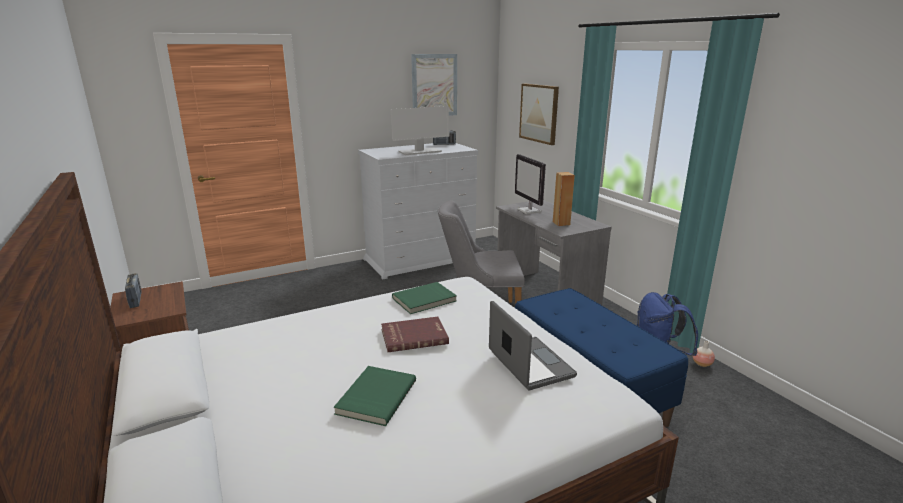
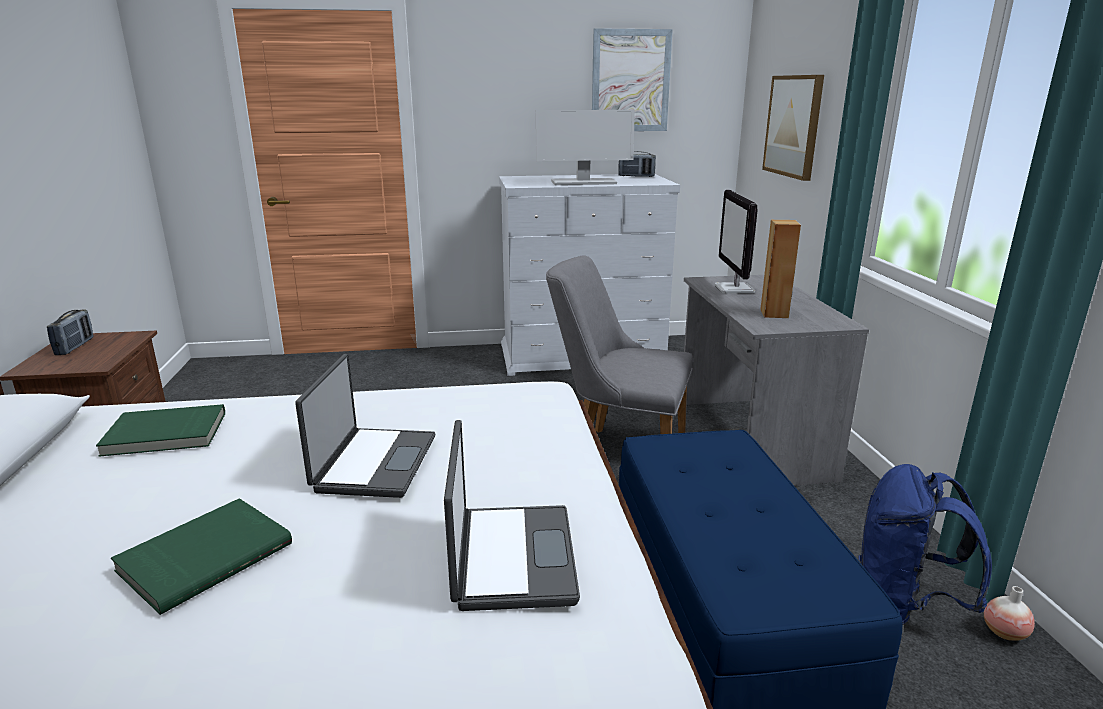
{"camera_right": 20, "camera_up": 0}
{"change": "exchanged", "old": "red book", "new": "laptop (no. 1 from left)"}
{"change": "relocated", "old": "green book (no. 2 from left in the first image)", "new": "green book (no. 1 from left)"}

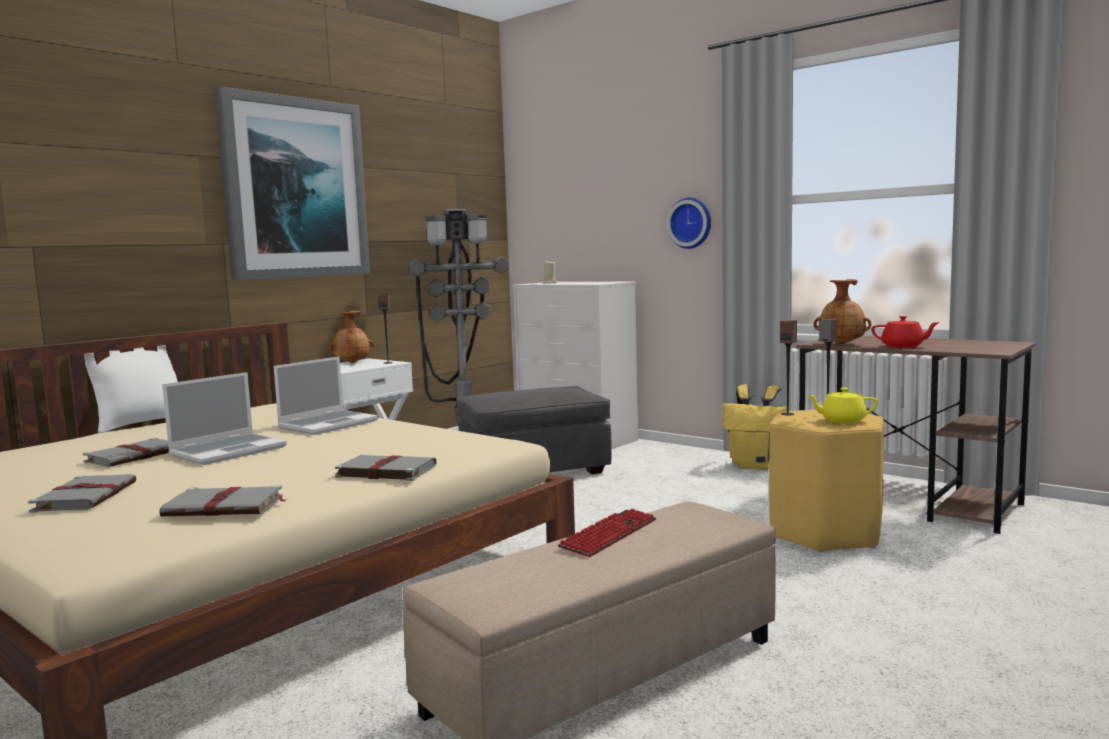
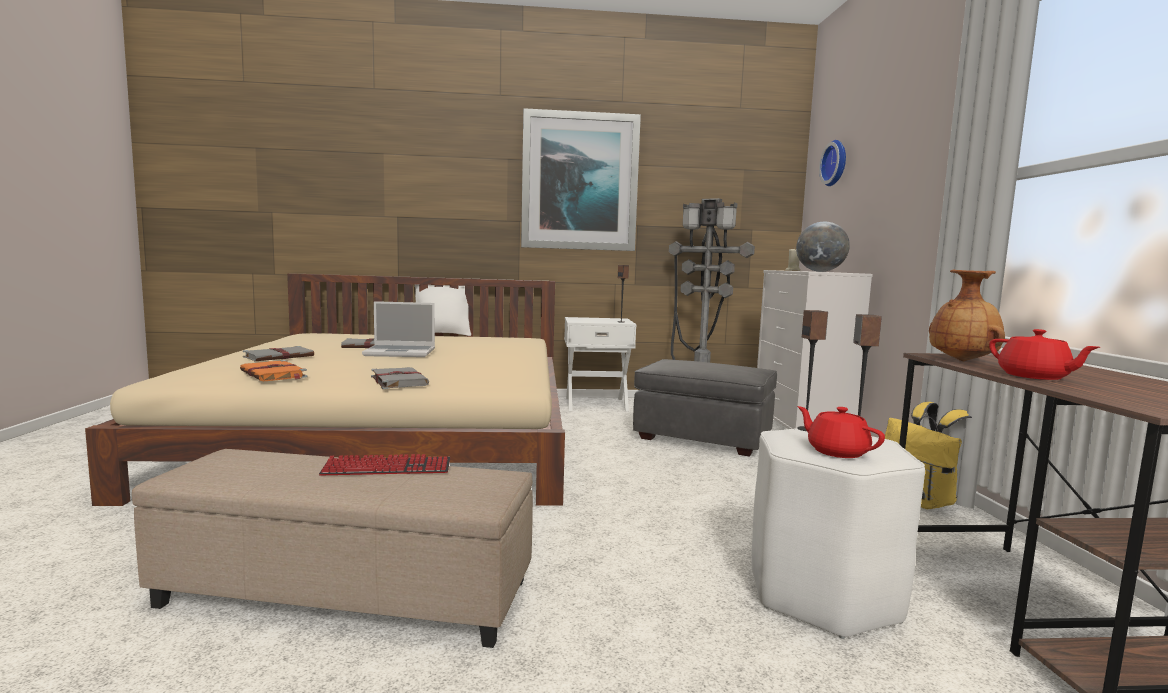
{"camera_right": 45, "camera_up": 0}
{"change": "colour", "old": "grey book (no. 3 from left)", "new": "orange book"}
{"change": "missing", "old": "laptop (no. 2 from left)"}
{"change": "missing", "old": "brown vase (no. 1 from left)"}
{"change": "relocated", "old": "wall clock"}
{"change": "colour", "old": "yellow stool", "new": "white stool"}
{"change": "colour", "old": "yellow teapot", "new": "red teapot (no. 1 from left)"}
{"change": "appeared", "new": "globe"}

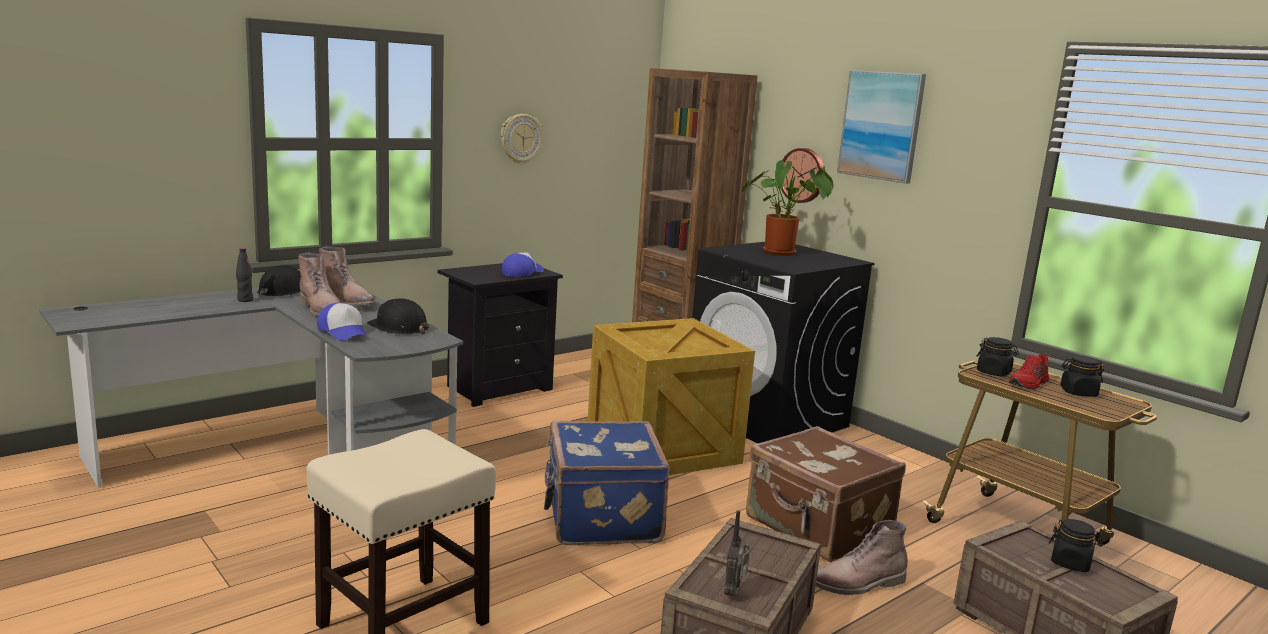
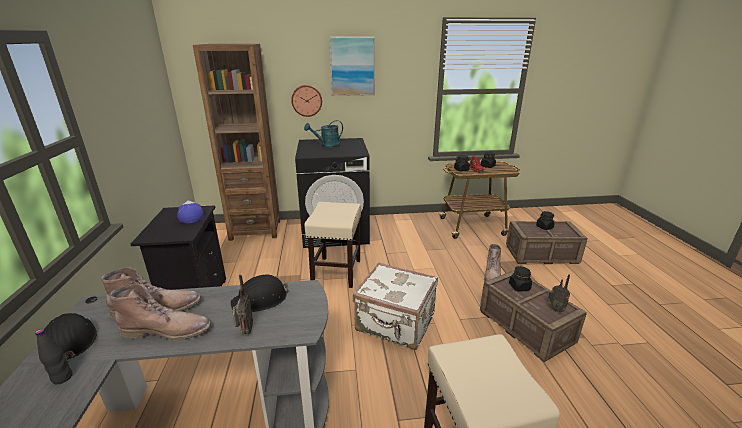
{"camera_right": -55, "camera_up": 10}
{"change": "exchanged", "old": "cap (no. 1 from left)", "new": "radio (no. 1 from left)"}
{"change": "missing", "old": "wall clock (no. 1 from left)"}
{"change": "colour", "old": "blue suitcase", "new": "white suitcase"}
{"change": "exchanged", "old": "crate (no. 1 from left)", "new": "beige stool (no. 1 from left)"}
{"change": "exchanged", "old": "potted plant", "new": "turquoise watering can"}
{"change": "missing", "old": "brown suitcase"}
{"change": "appeared", "new": "black jar (no. 3 from left)"}

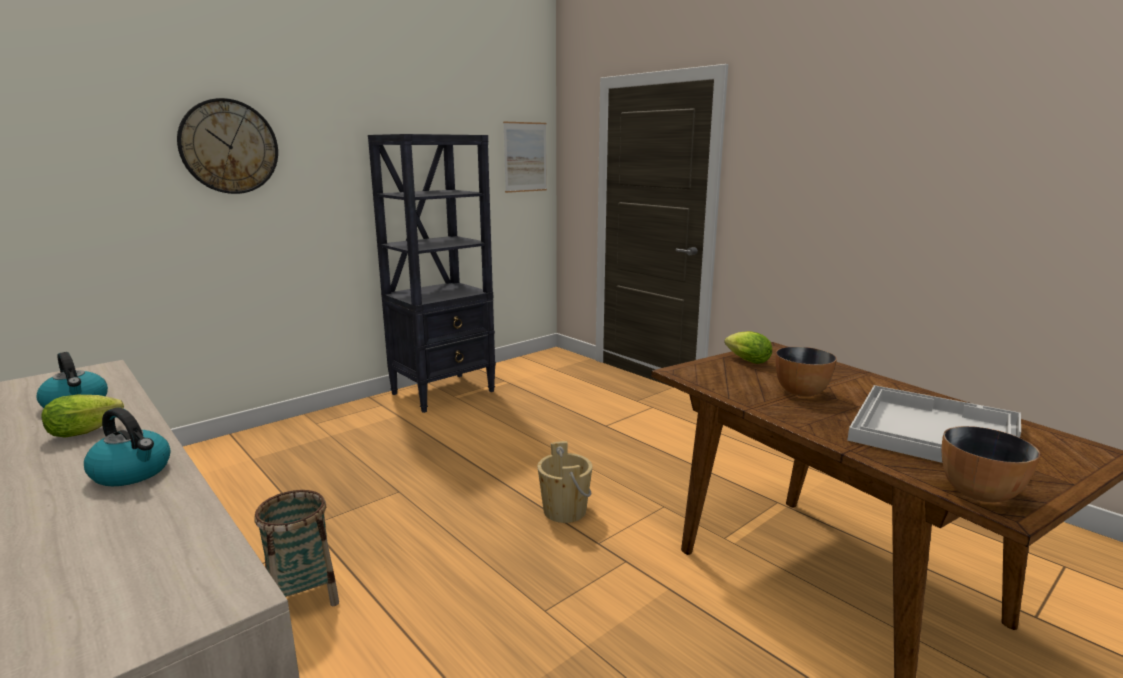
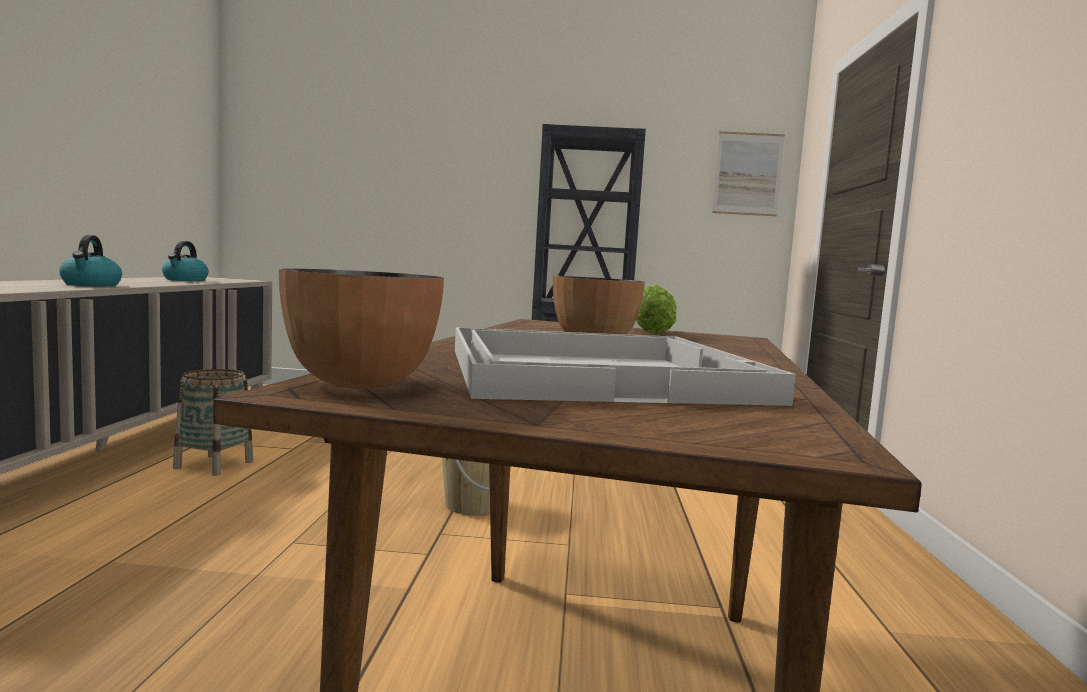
{"camera_right": 45, "camera_up": -10}
{"change": "missing", "old": "lettuce (no. 1 from left)"}
{"change": "missing", "old": "wall clock"}

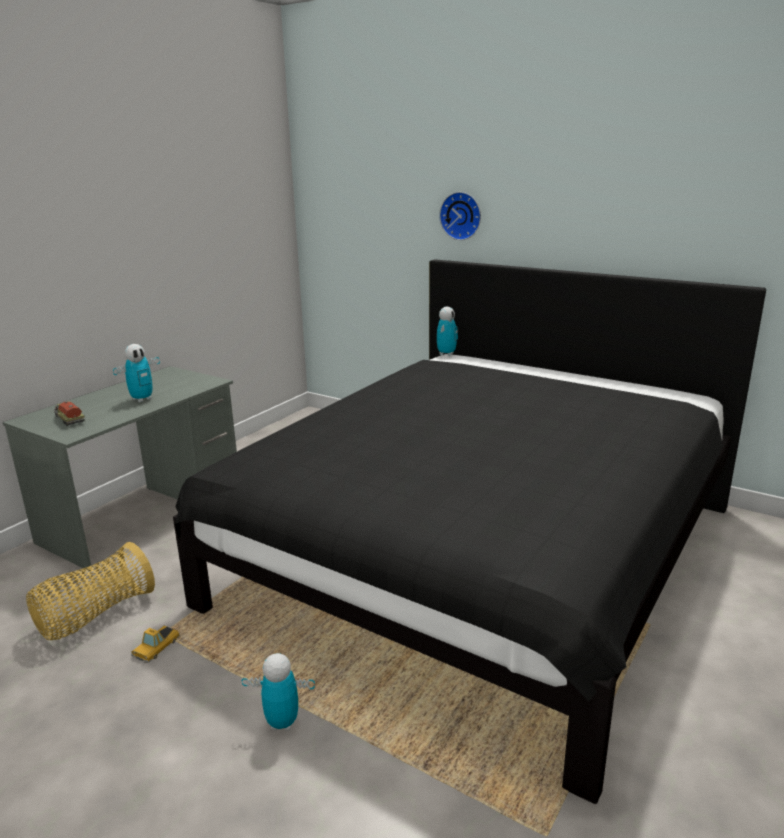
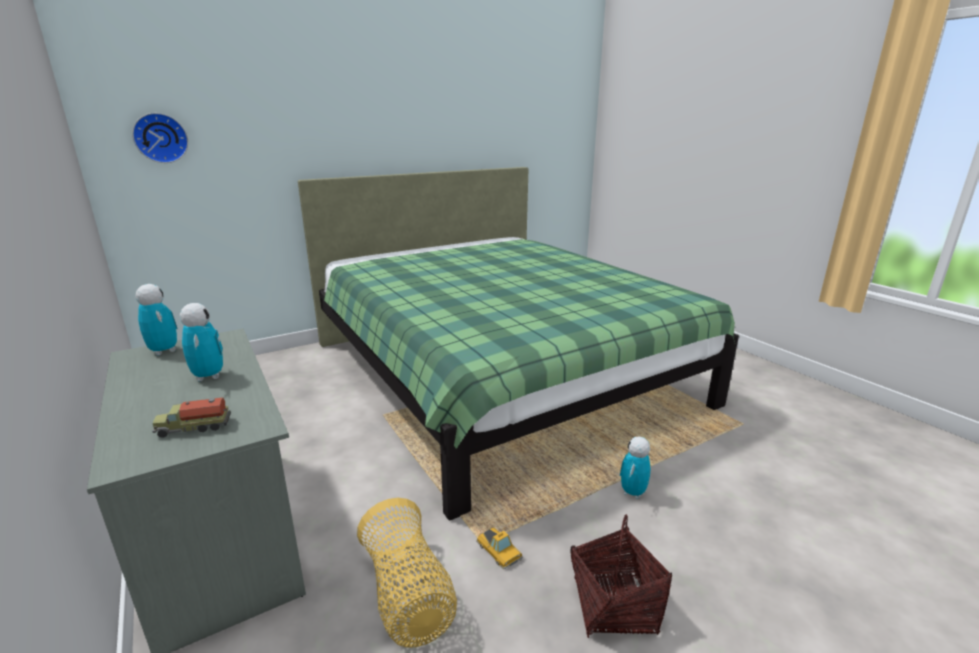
{"camera_right": -65, "camera_up": 0}
{"change": "colour", "old": "black bed", "new": "green bed"}
{"change": "relocated", "old": "toy robot (no. 3 from left in the first image)", "new": "toy robot (no. 1 from left)"}
{"change": "relocated", "old": "wall clock"}
{"change": "appeared", "new": "basket (no. 2 from left)"}

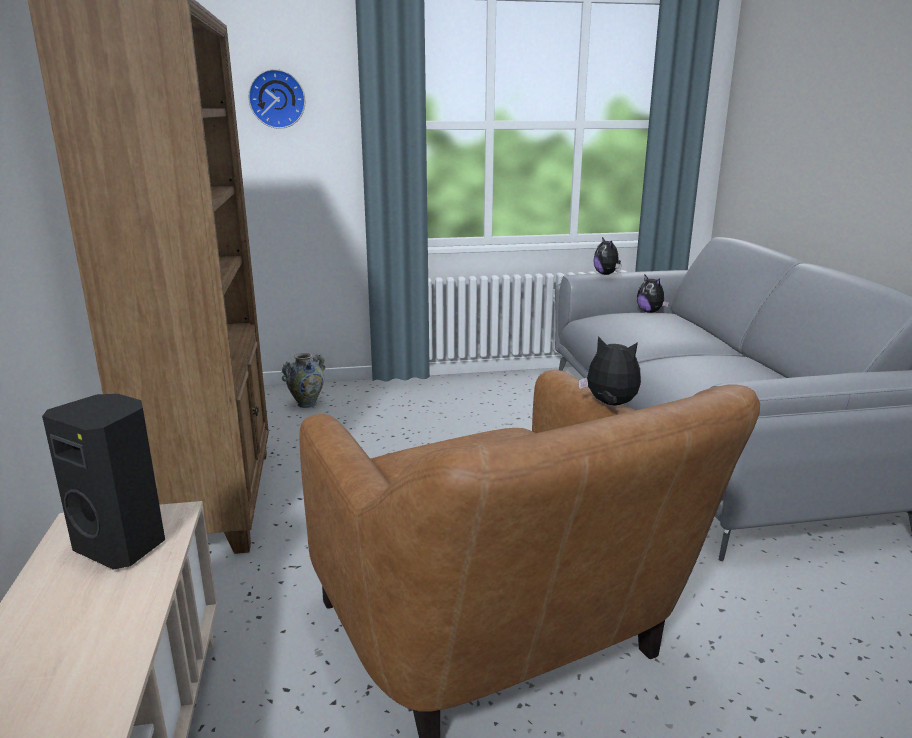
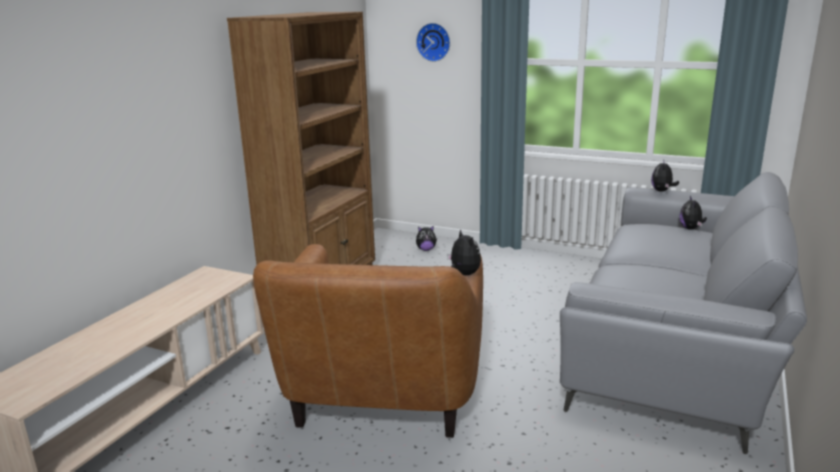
{"camera_right": 35, "camera_up": 0}
{"change": "missing", "old": "black speaker"}
{"change": "exchanged", "old": "vase", "new": "plush toy (no. 1 from left)"}

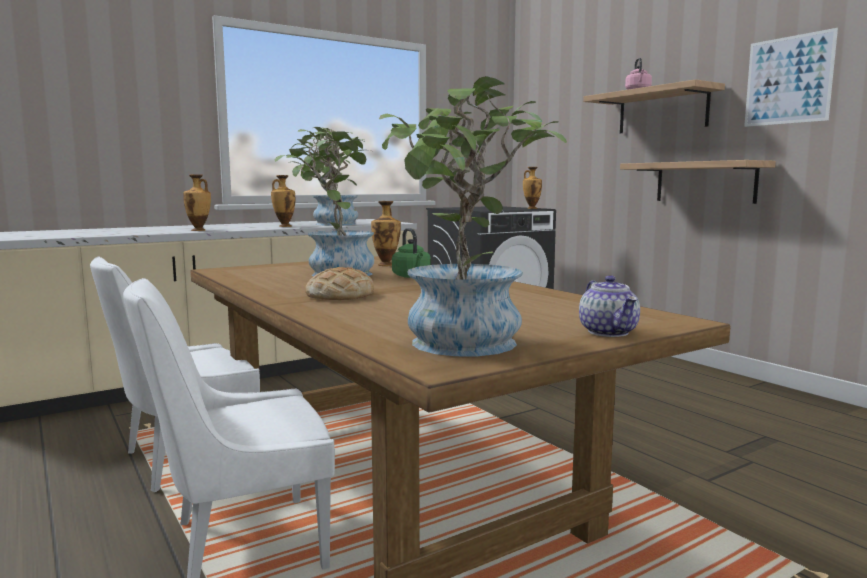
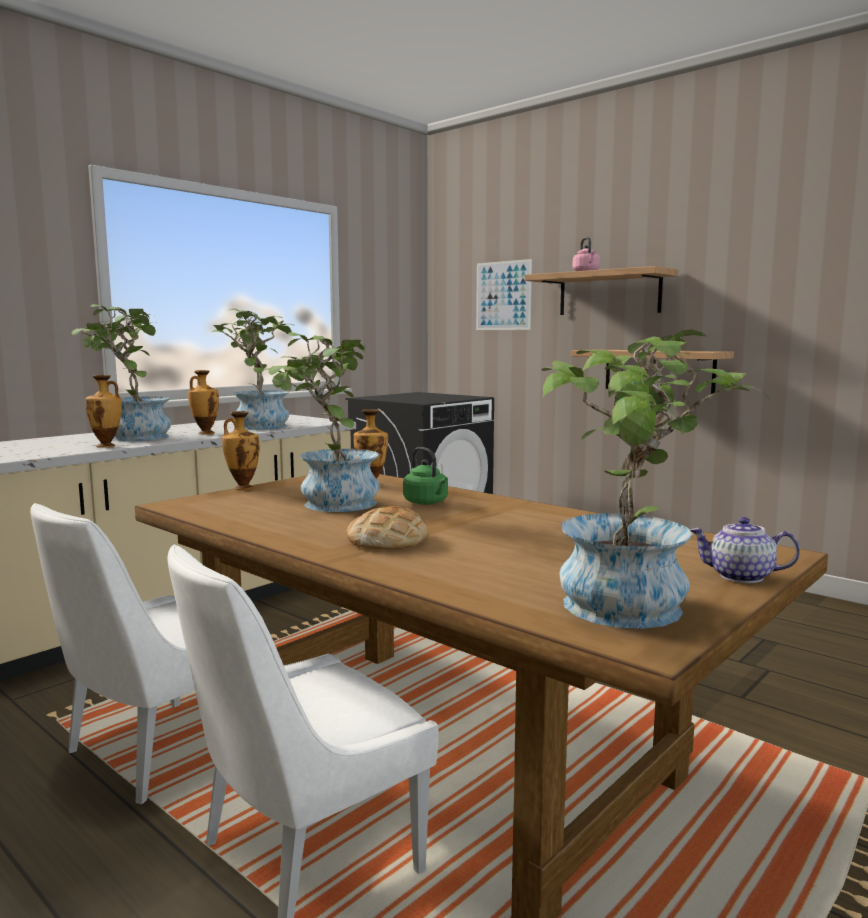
{"camera_right": -15, "camera_up": 0}
{"change": "relocated", "old": "vase (no. 4 from left in the first image)", "new": "vase (no. 3 from left)"}
{"change": "spun", "old": "teapot", "degrees": 135}
{"change": "relocated", "old": "picture"}
{"change": "appeared", "new": "potted plant (no. 1 from left)"}

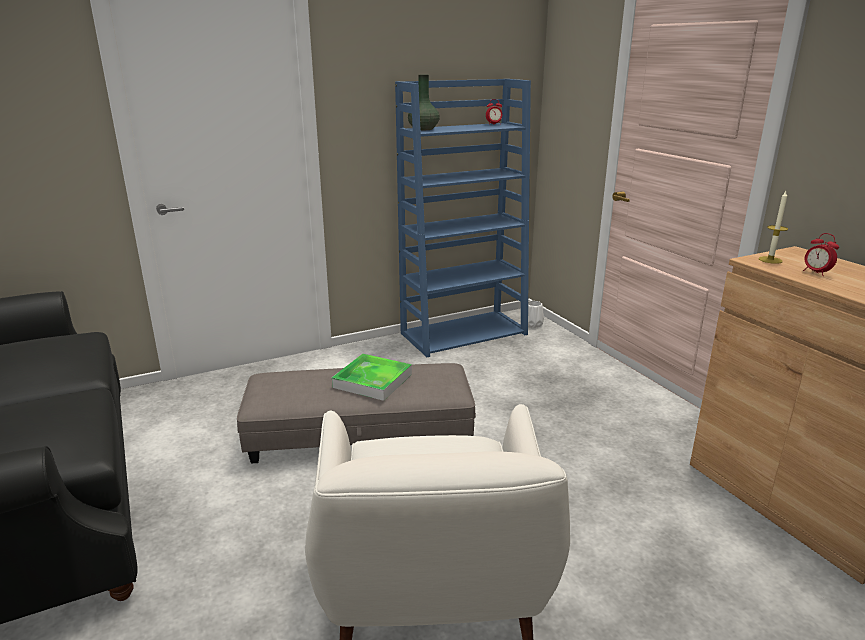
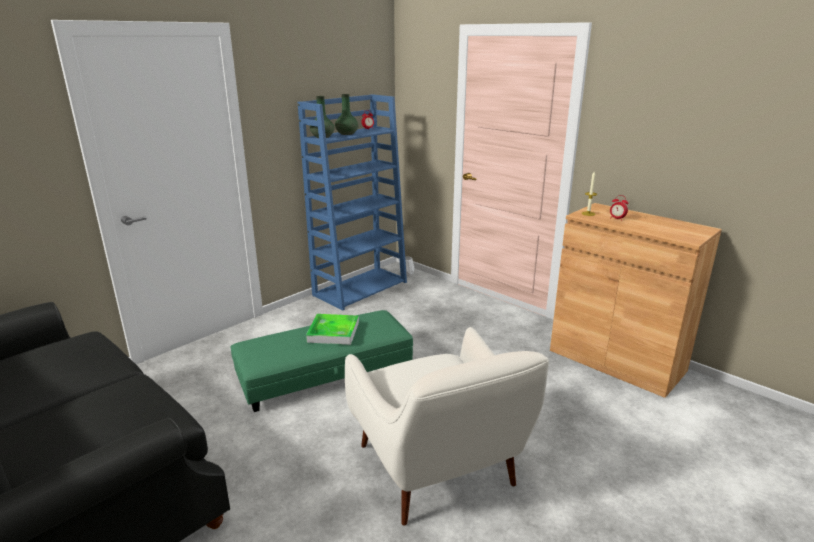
{"camera_right": -20, "camera_up": 0}
{"change": "colour", "old": "grey ottoman", "new": "green ottoman"}
{"change": "appeared", "new": "green vase (no. 2 from left)"}

